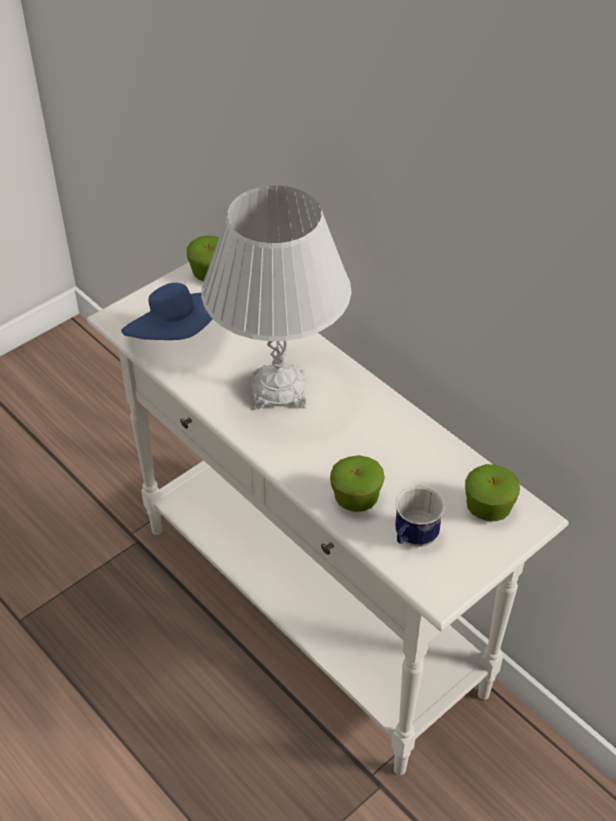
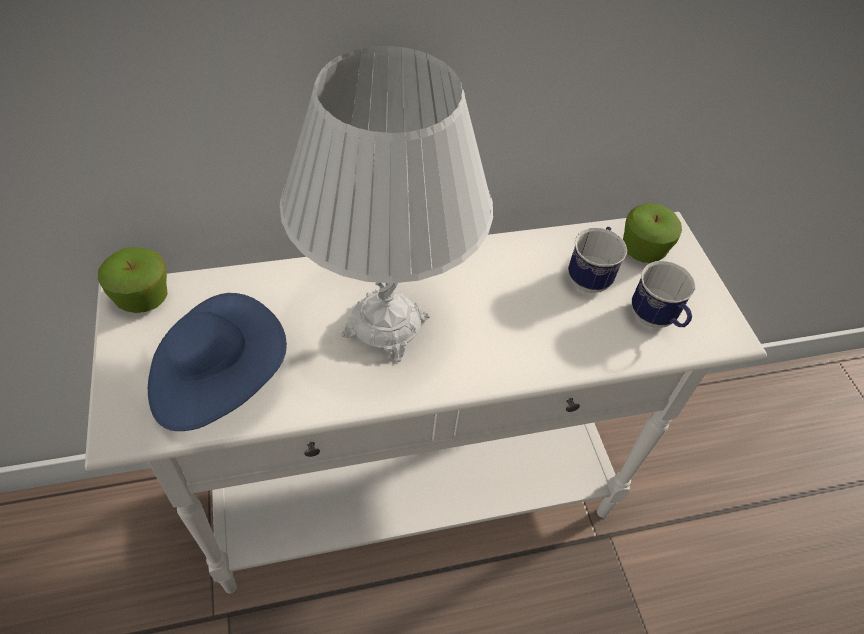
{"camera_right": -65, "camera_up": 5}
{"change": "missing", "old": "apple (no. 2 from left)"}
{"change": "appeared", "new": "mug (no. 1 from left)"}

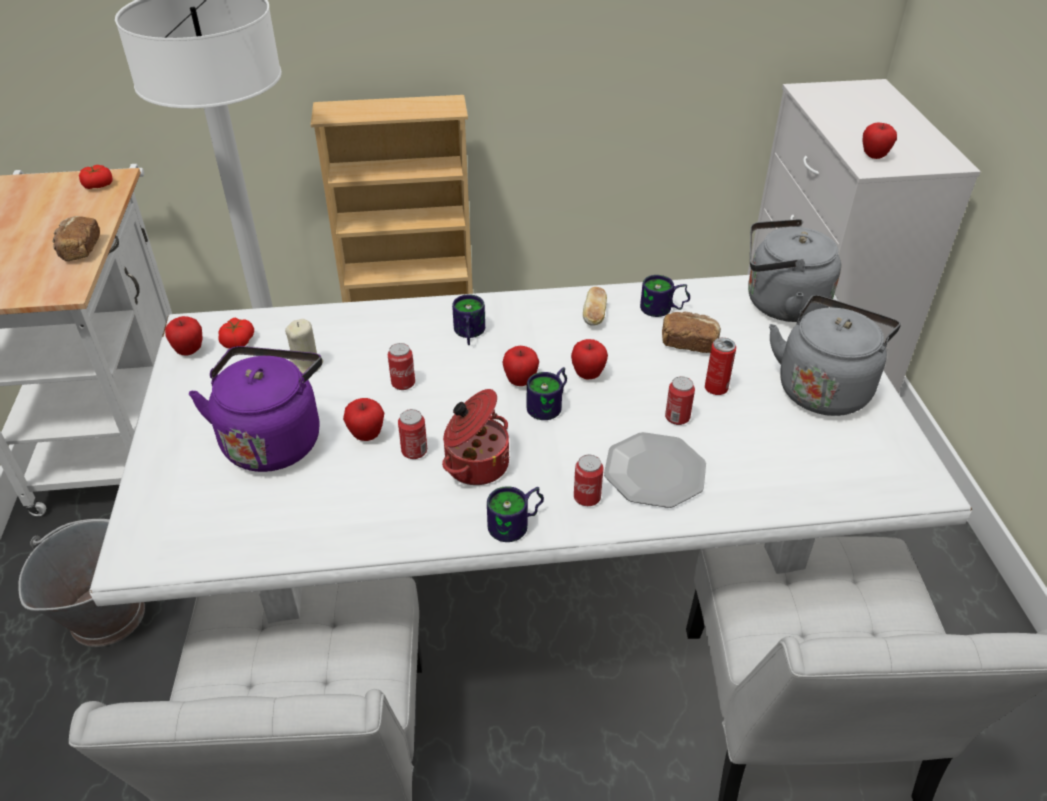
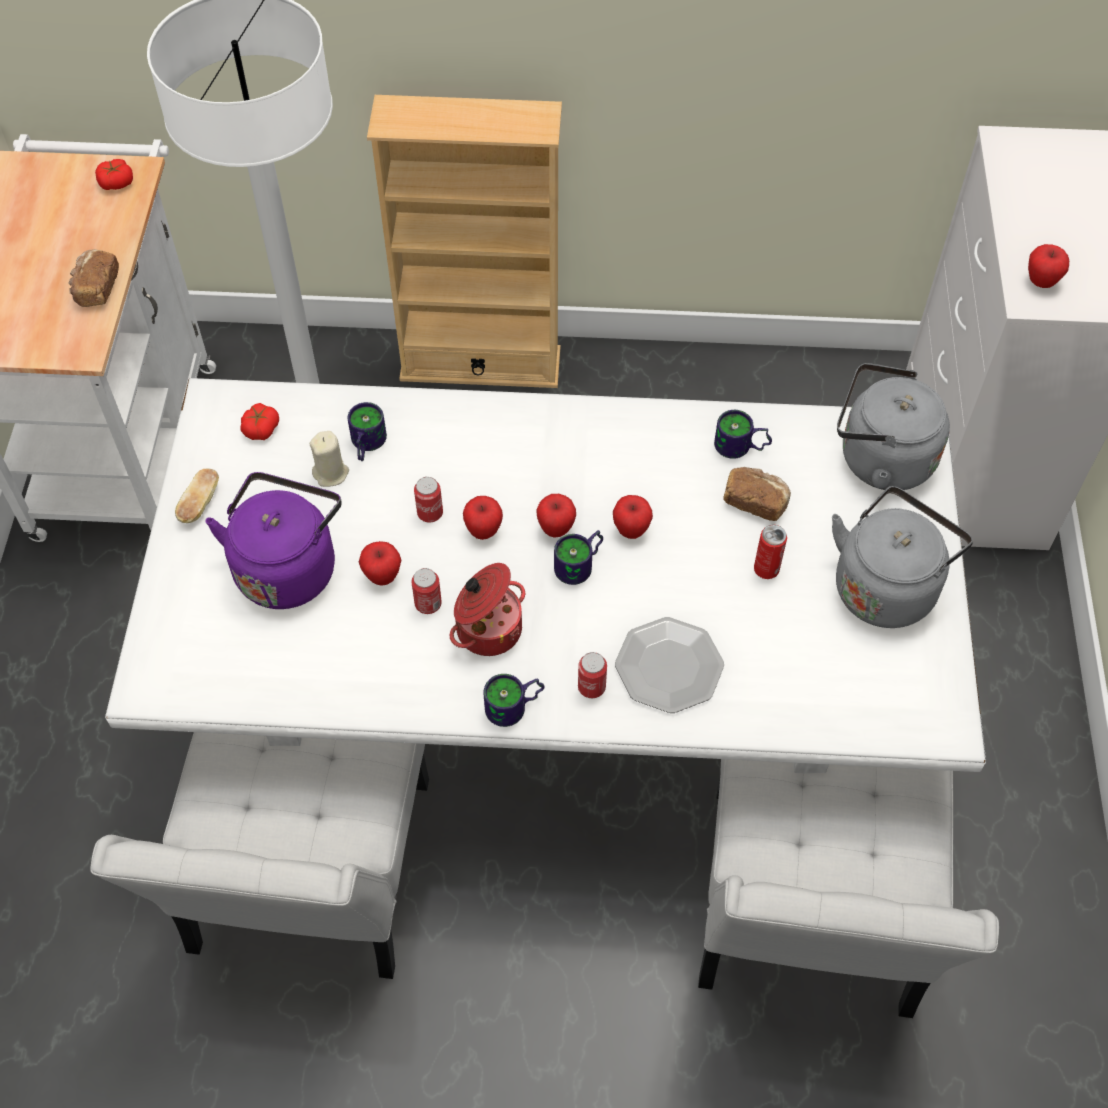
{"camera_right": 10, "camera_up": 15}
{"change": "missing", "old": "grey bucket"}
{"change": "relocated", "old": "apple (no. 1 from left in the first image)", "new": "apple (no. 2 from left)"}
{"change": "relocated", "old": "mug (no. 1 from left)"}
{"change": "relocated", "old": "bread (no. 2 from left)"}
{"change": "missing", "old": "can (no. 4 from left)"}

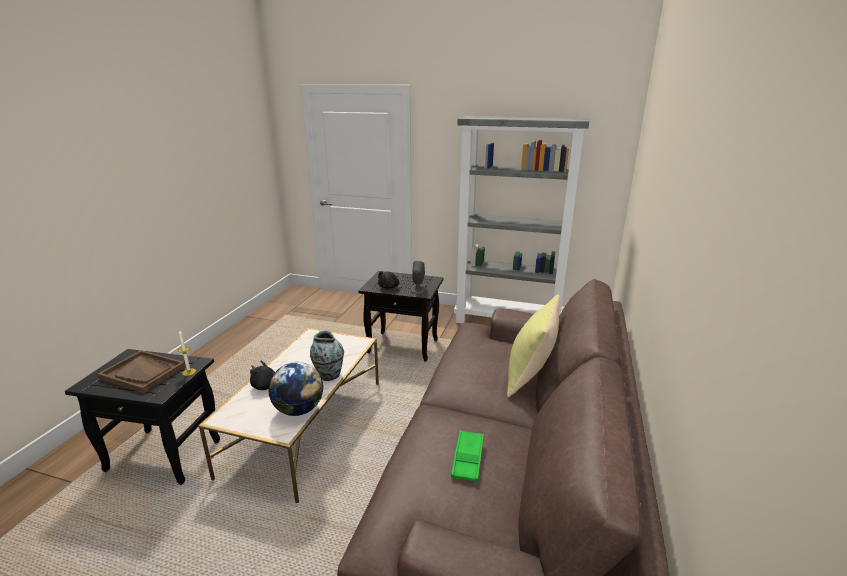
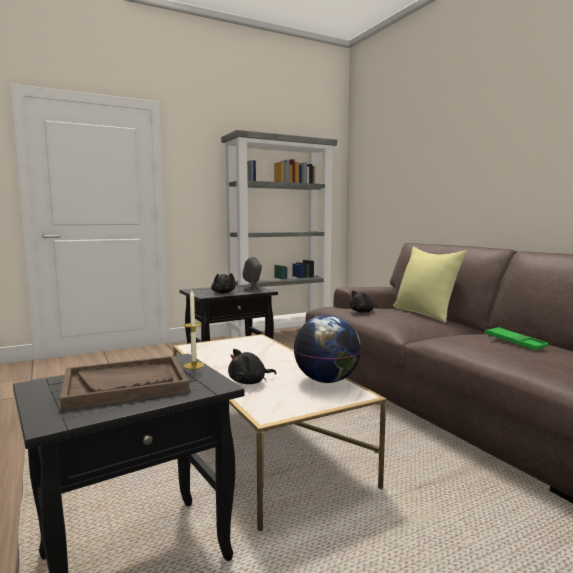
{"camera_right": -45, "camera_up": -15}
{"change": "missing", "old": "vase"}
{"change": "appeared", "new": "black plush toy (no. 3 from left)"}

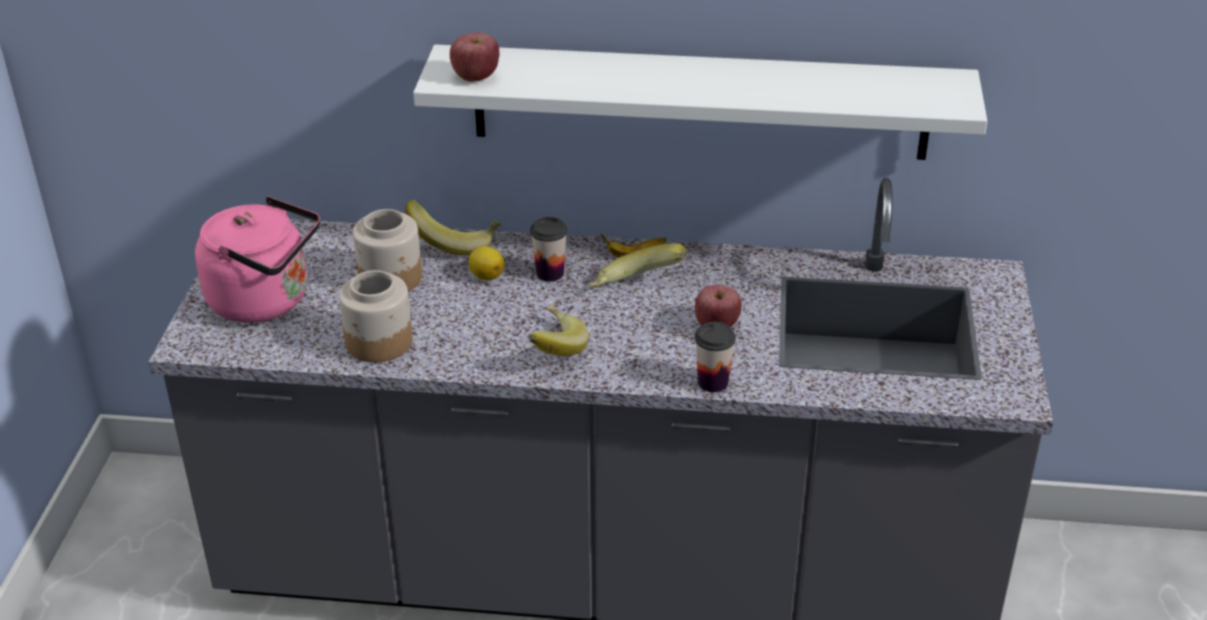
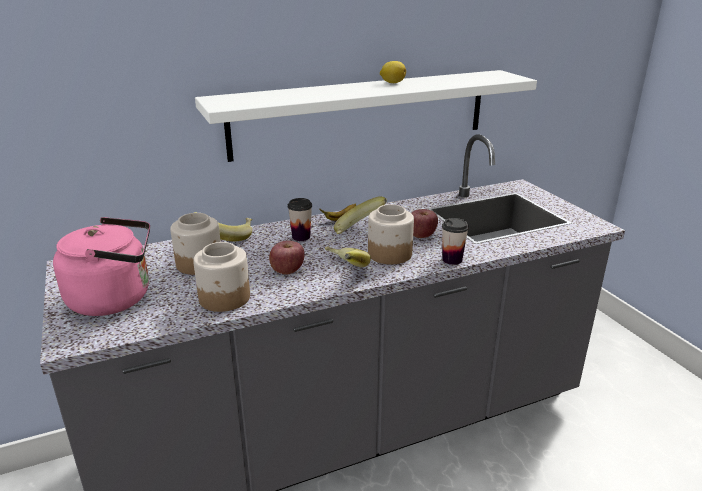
{"camera_right": -30, "camera_up": -10}
{"change": "relocated", "old": "apple (no. 1 from left)"}
{"change": "relocated", "old": "lemon"}
{"change": "appeared", "new": "jar (no. 3 from left)"}

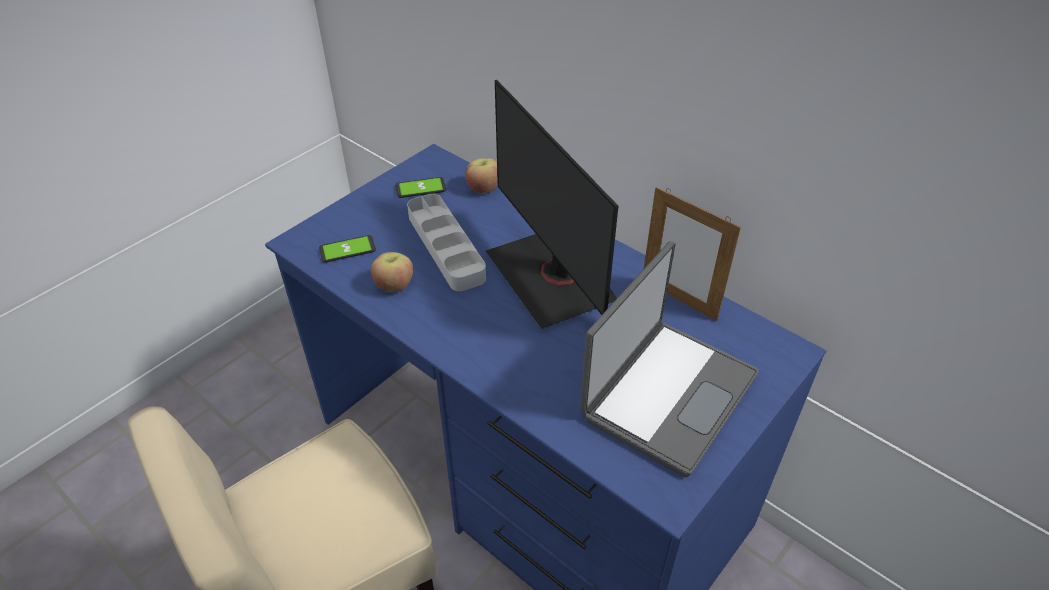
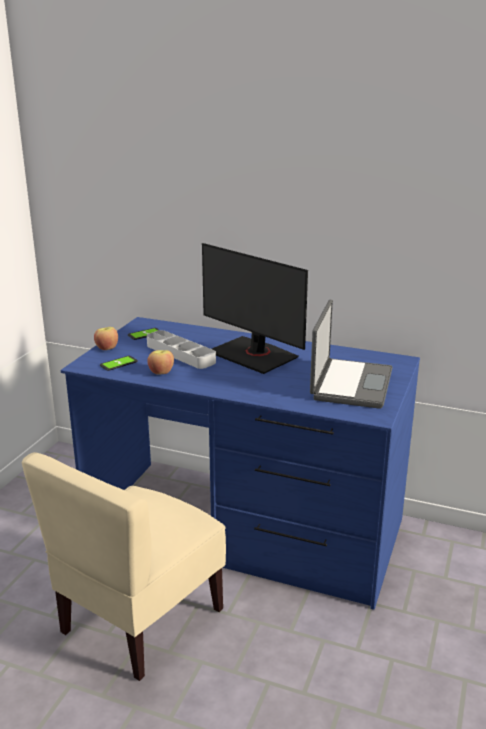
{"camera_right": -20, "camera_up": -20}
{"change": "relocated", "old": "apple (no. 2 from left in the first image)", "new": "apple (no. 1 from left)"}
{"change": "missing", "old": "picture frame"}

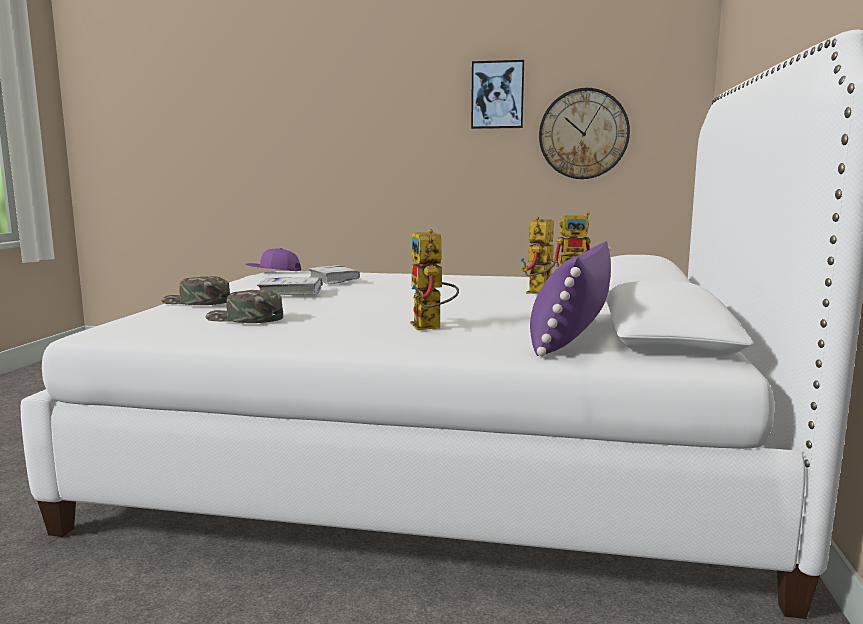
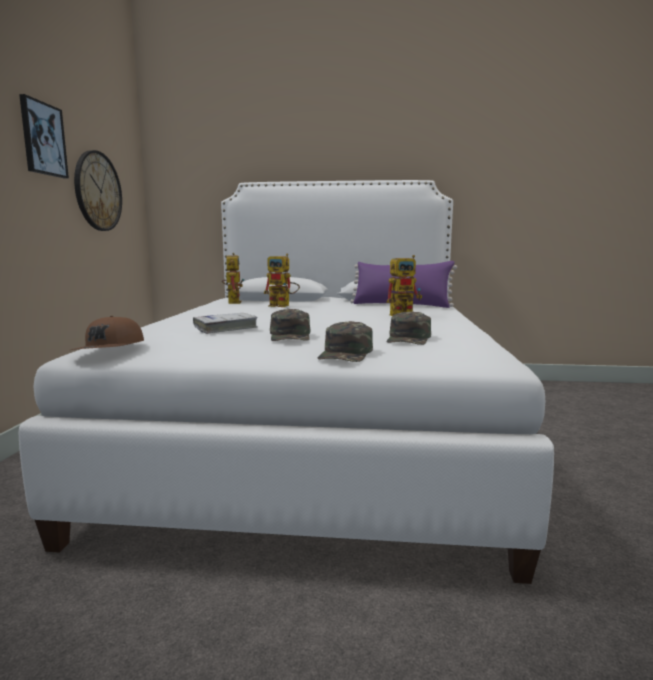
{"camera_right": -95, "camera_up": 0}
{"change": "colour", "old": "purple cap", "new": "brown cap"}
{"change": "exchanged", "old": "white book (no. 1 from left)", "new": "green cap (no. 1 from left)"}

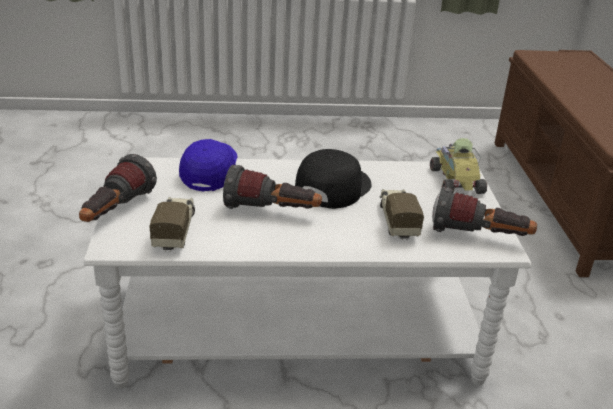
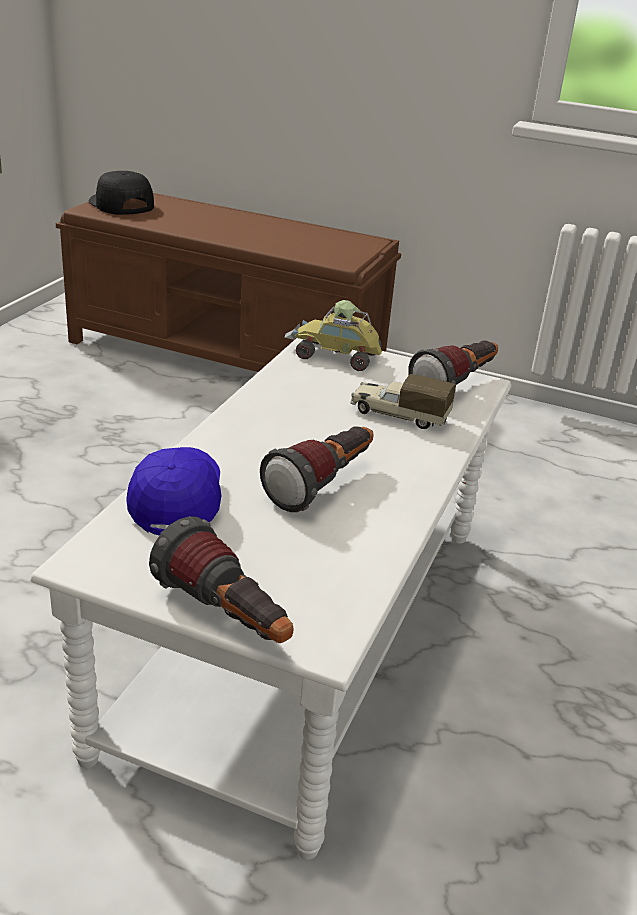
{"camera_right": -65, "camera_up": 0}
{"change": "missing", "old": "toy truck (no. 1 from left)"}
{"change": "spun", "old": "blue cap", "degrees": 60}
{"change": "relocated", "old": "black cap"}

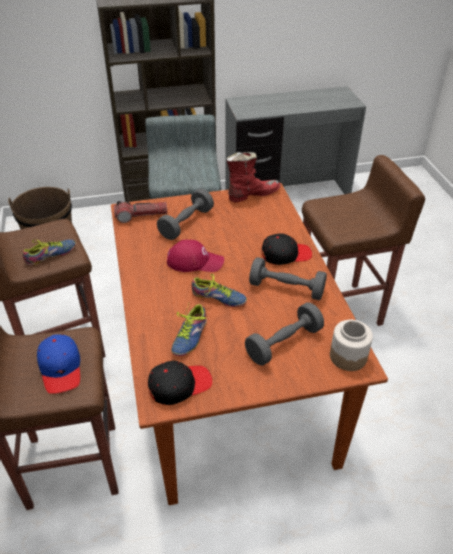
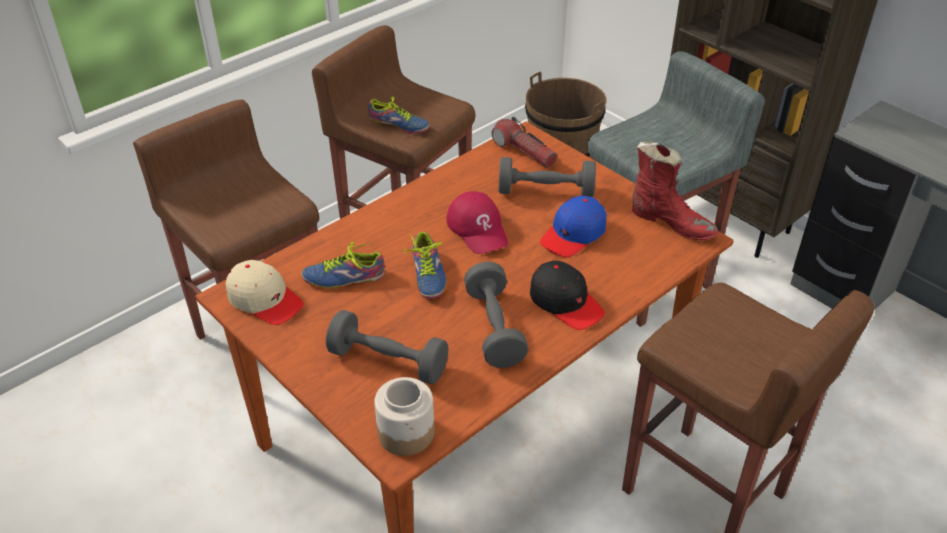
{"camera_right": 60, "camera_up": 0}
{"change": "relocated", "old": "blue cap"}
{"change": "colour", "old": "black cap (no. 1 from left)", "new": "beige cap"}

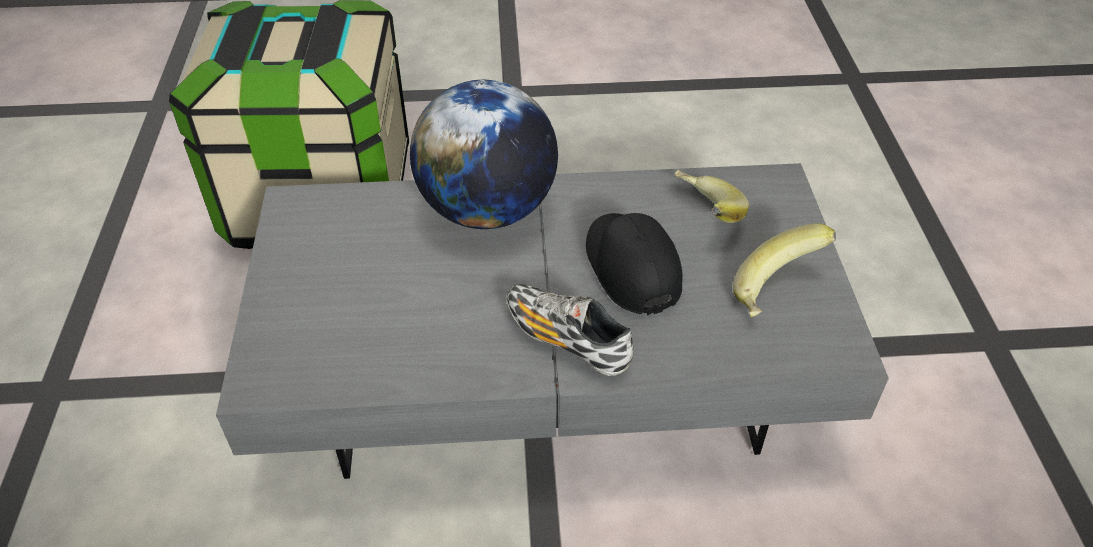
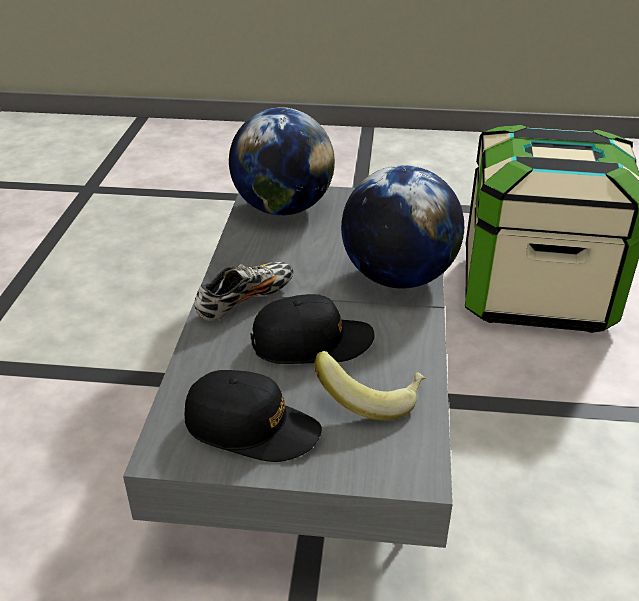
{"camera_right": 100, "camera_up": -10}
{"change": "exchanged", "old": "banana (no. 2 from left)", "new": "black cap (no. 1 from left)"}
{"change": "appeared", "new": "globe (no. 1 from left)"}

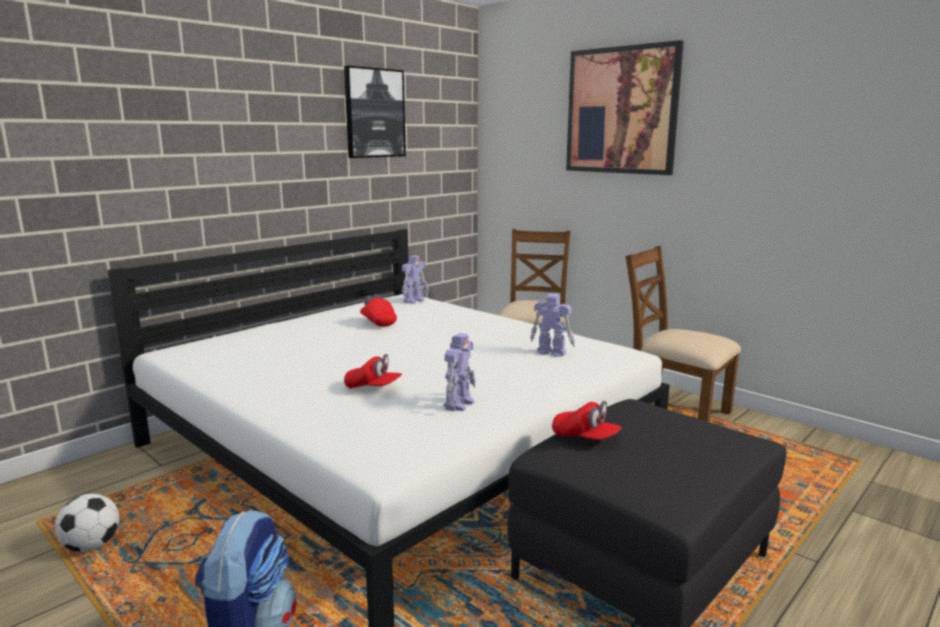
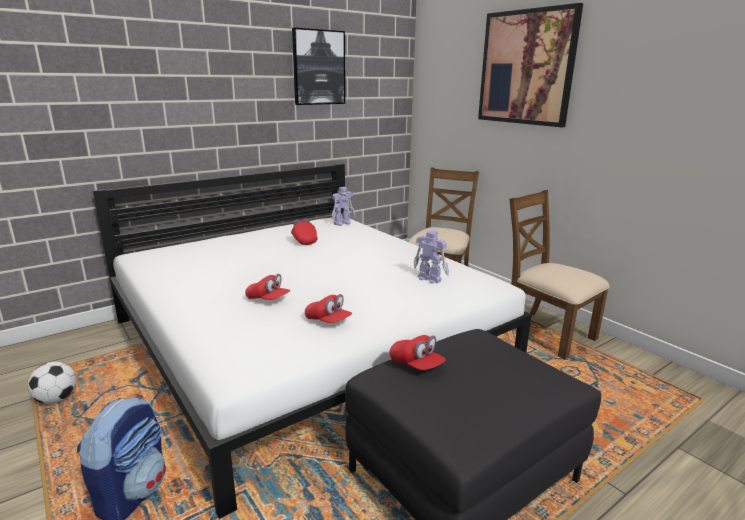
{"camera_right": 10, "camera_up": 5}
{"change": "exchanged", "old": "toy robot (no. 2 from left)", "new": "red cap (no. 3 from left)"}

